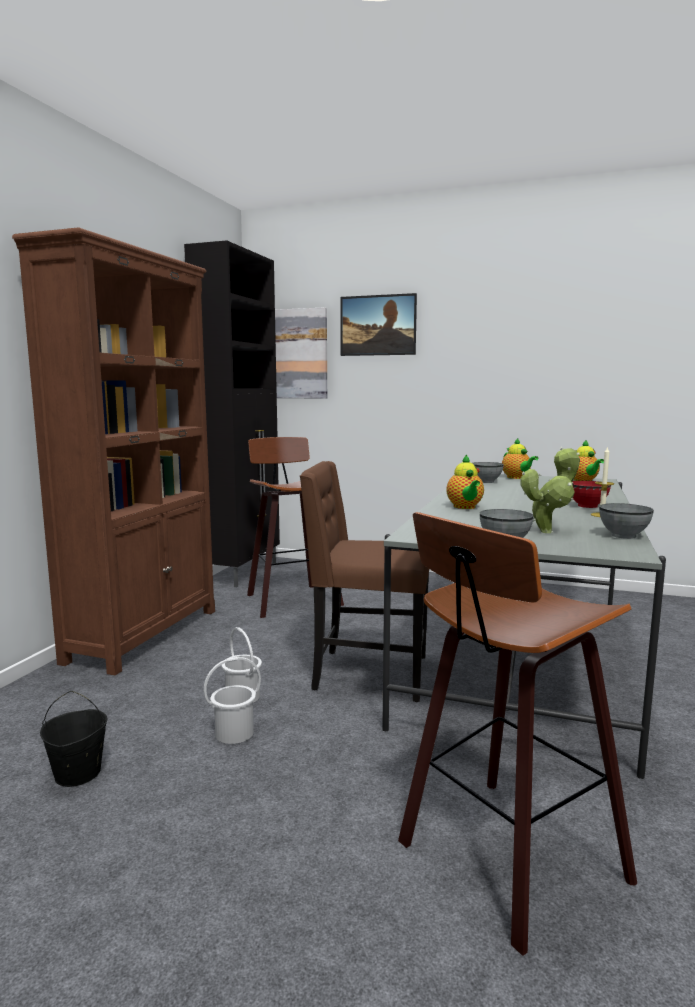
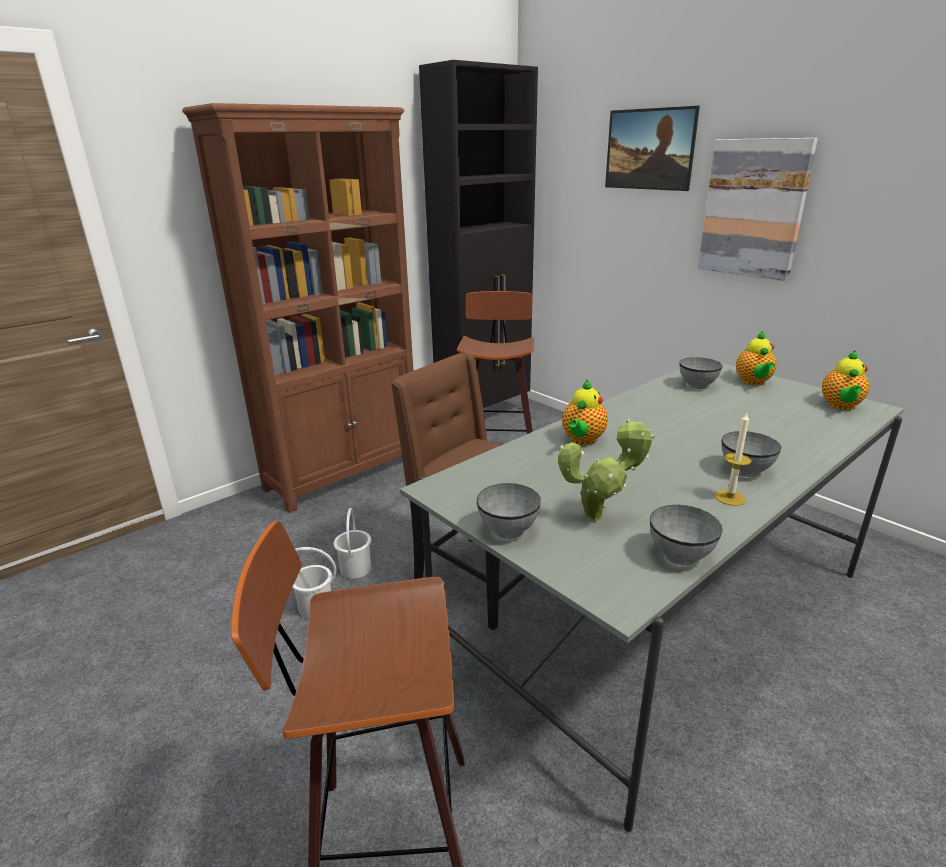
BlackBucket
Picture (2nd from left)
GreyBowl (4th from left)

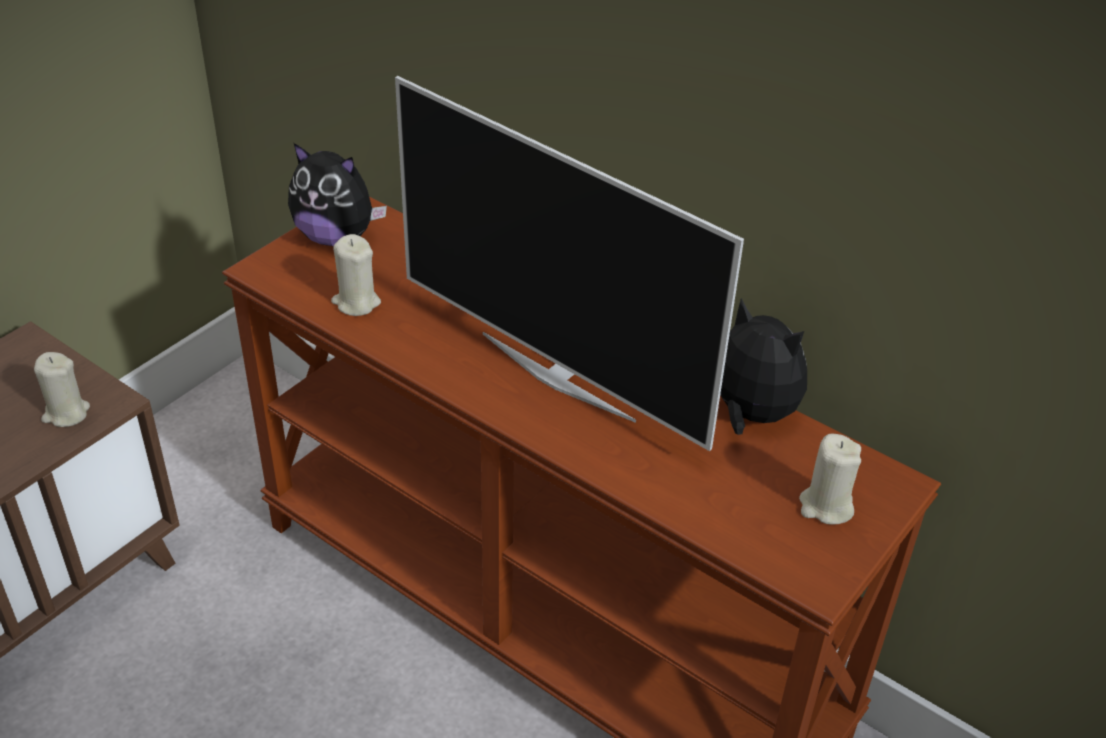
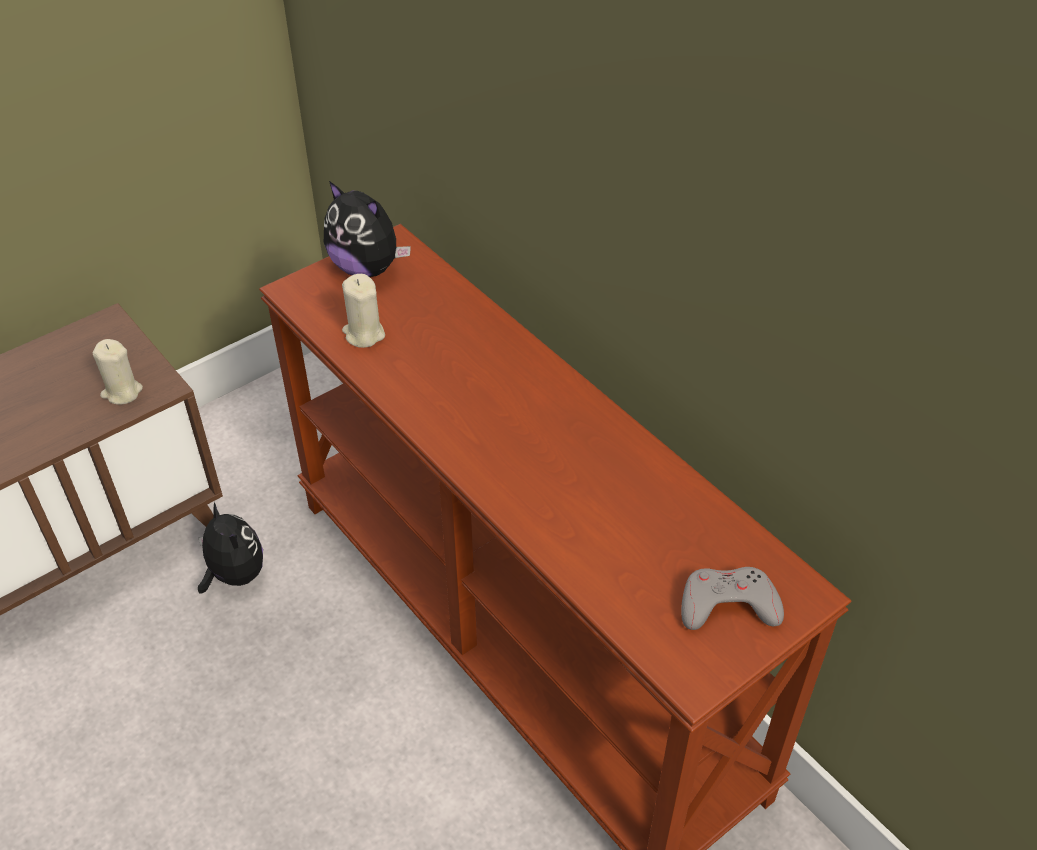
Television
PlushToy (1st from left)
GreyGameController

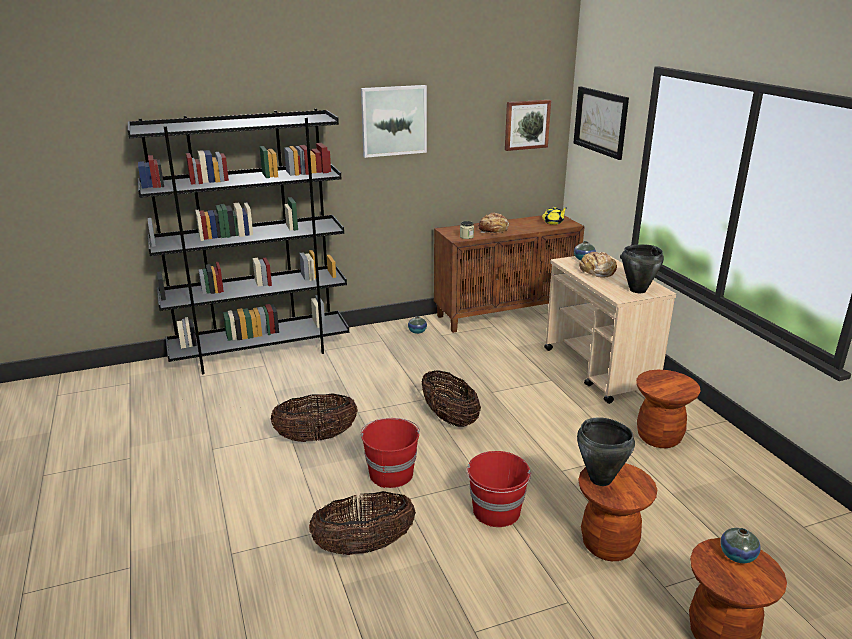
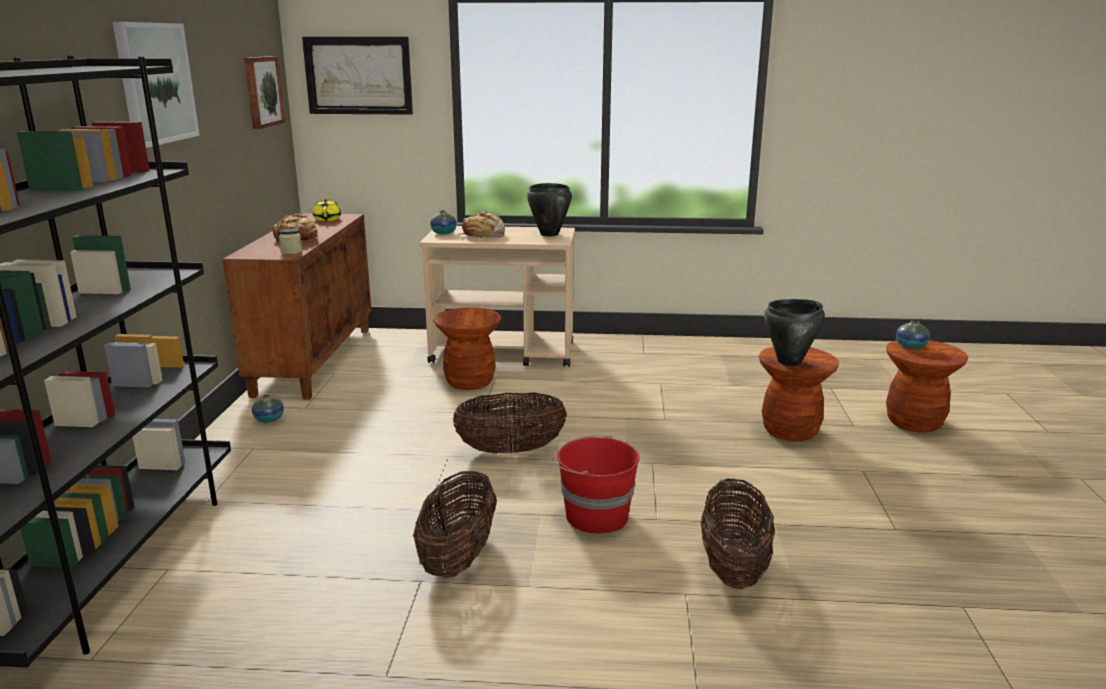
RedBucket (2nd from left in the first image)
BrownStool (1st from left)

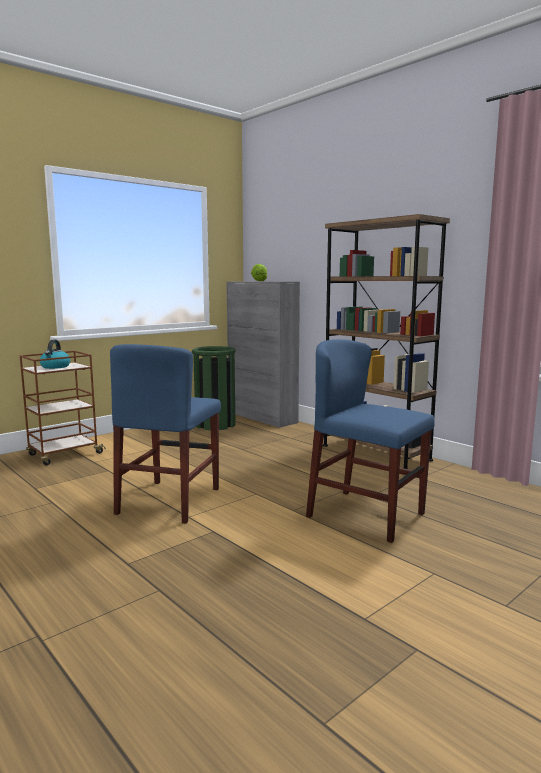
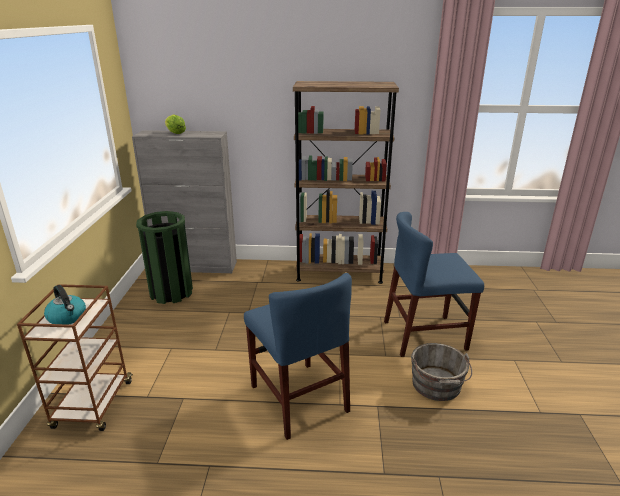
GreyBucket

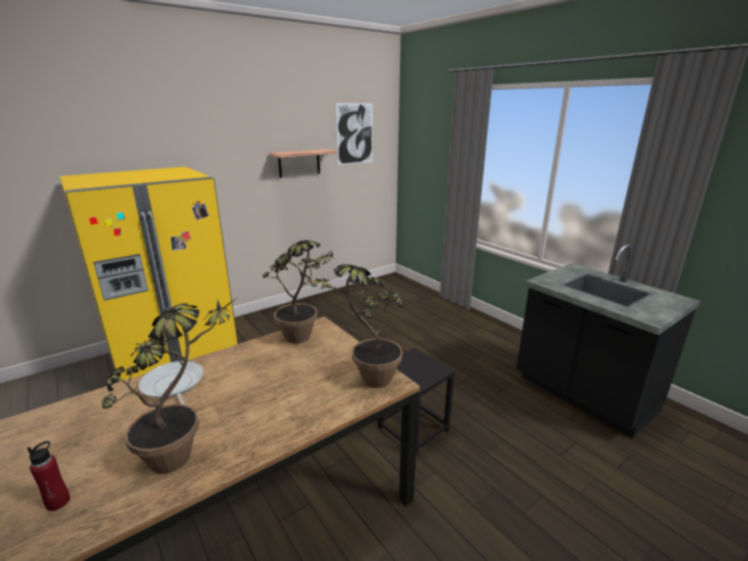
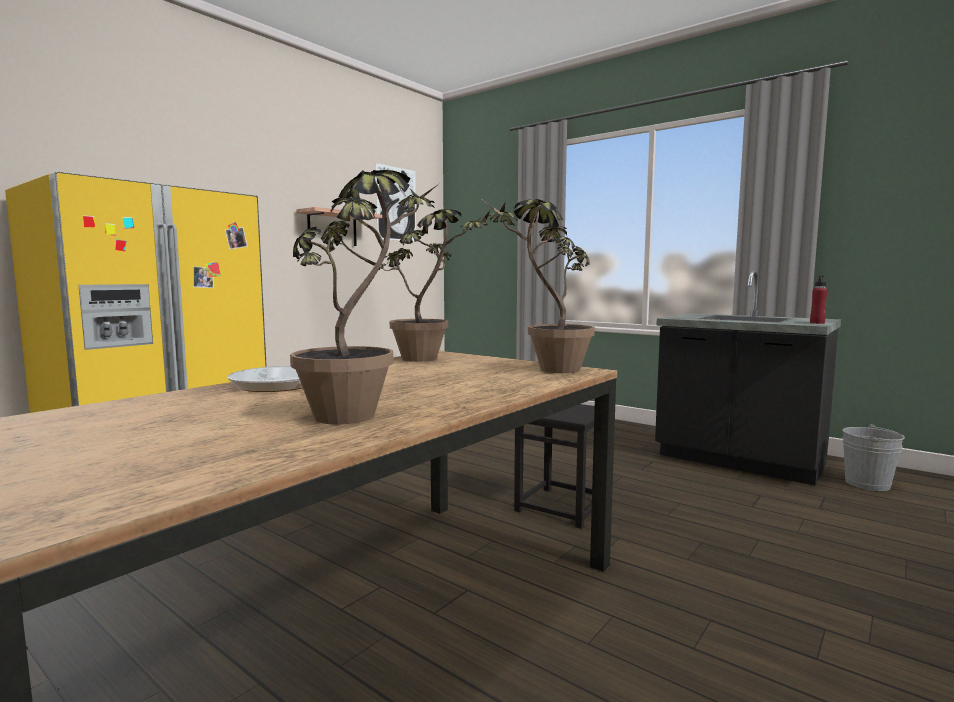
GreyBucket
RedBottle

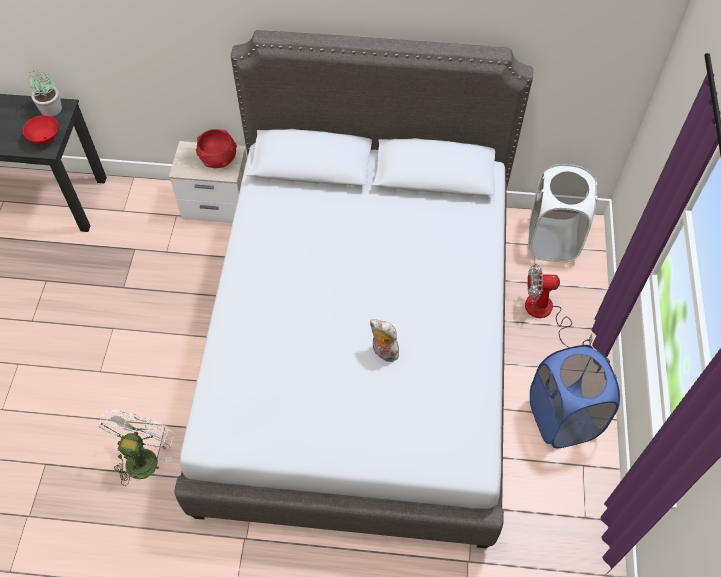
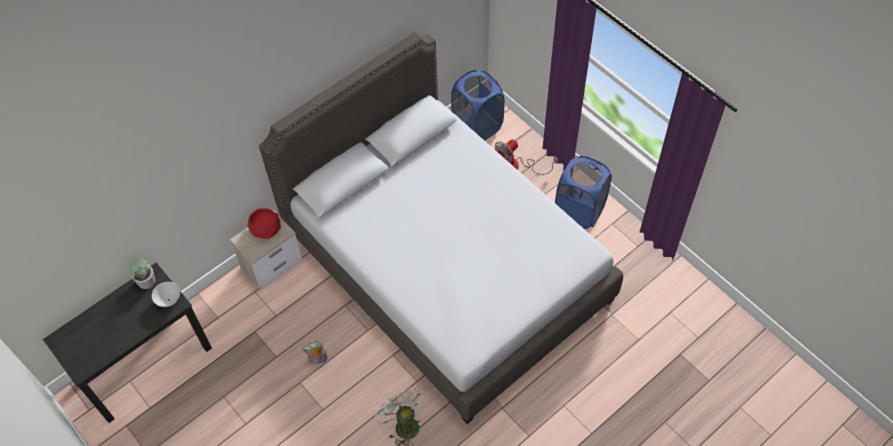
PlushToy
WhiteBowl
BlueLaundryBasket (1st from left)

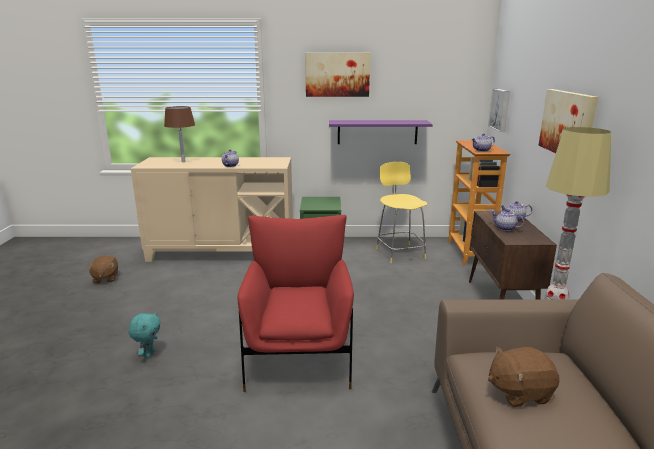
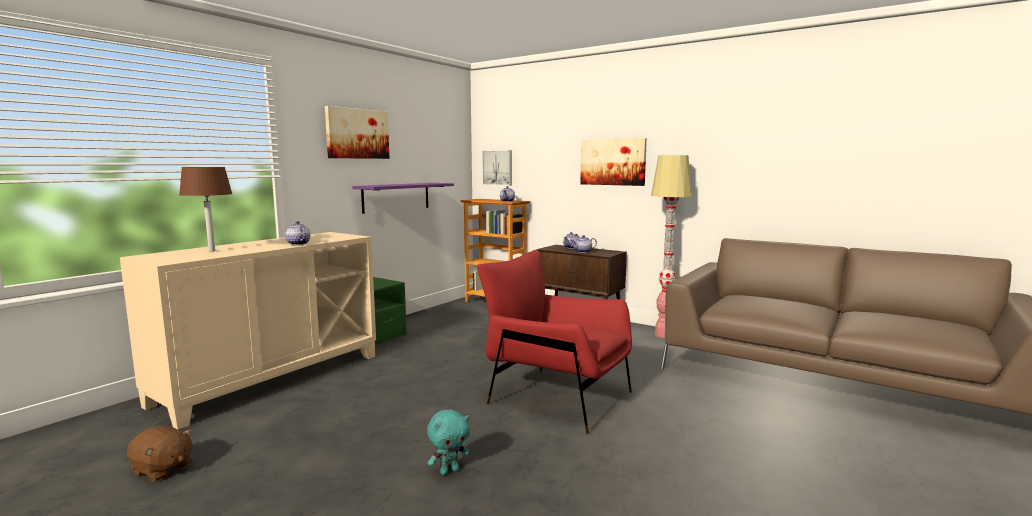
YellowStool
BrownPlushToy (2nd from left in the first image)
TurquoisePlushToy

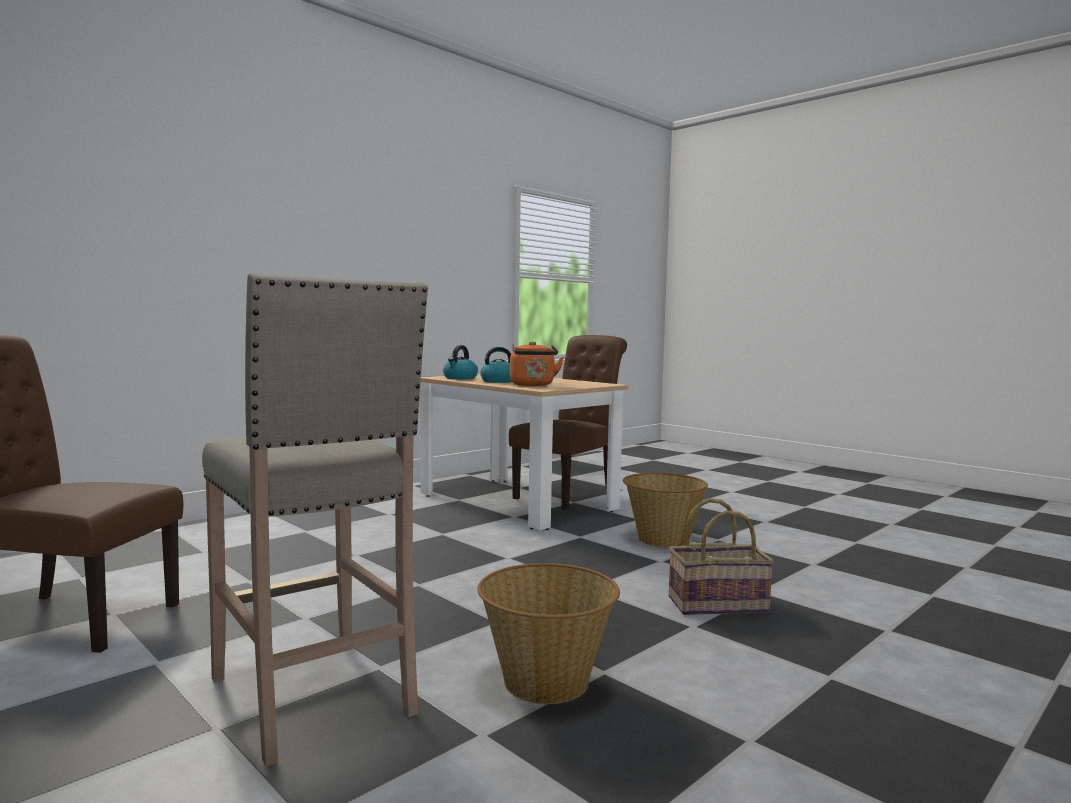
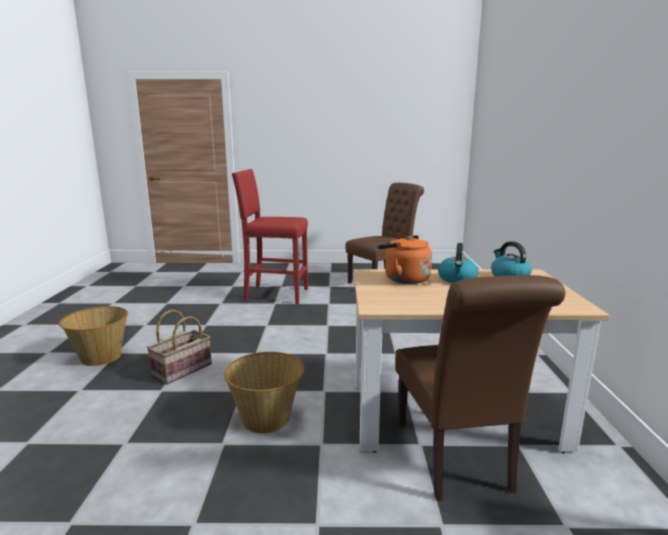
Basket (1st from left)
RedStool

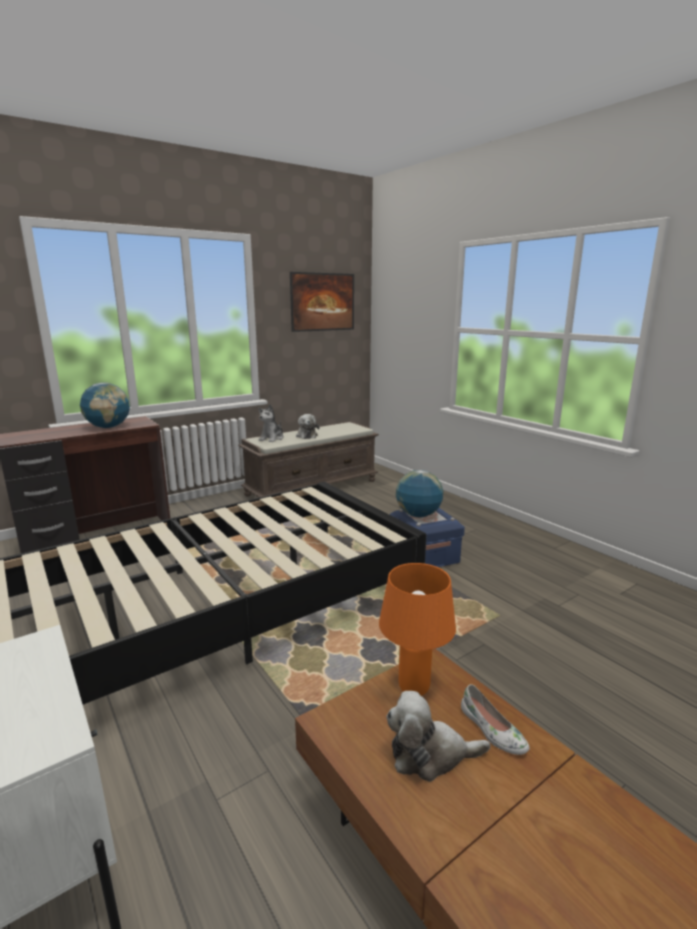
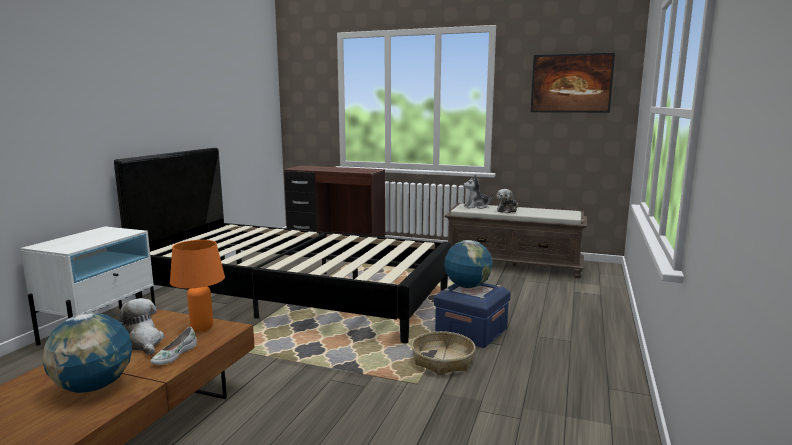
Basket
Globe (1st from left)

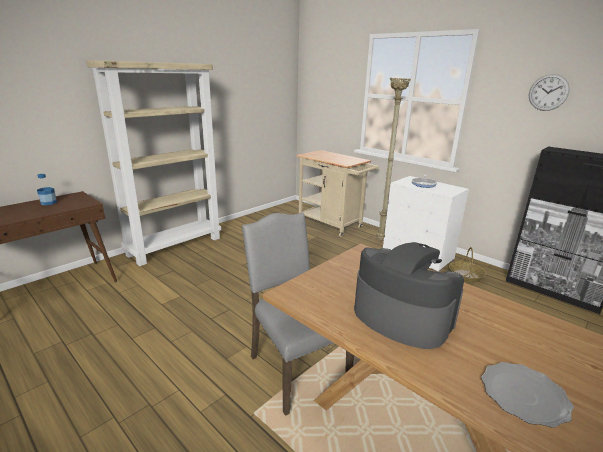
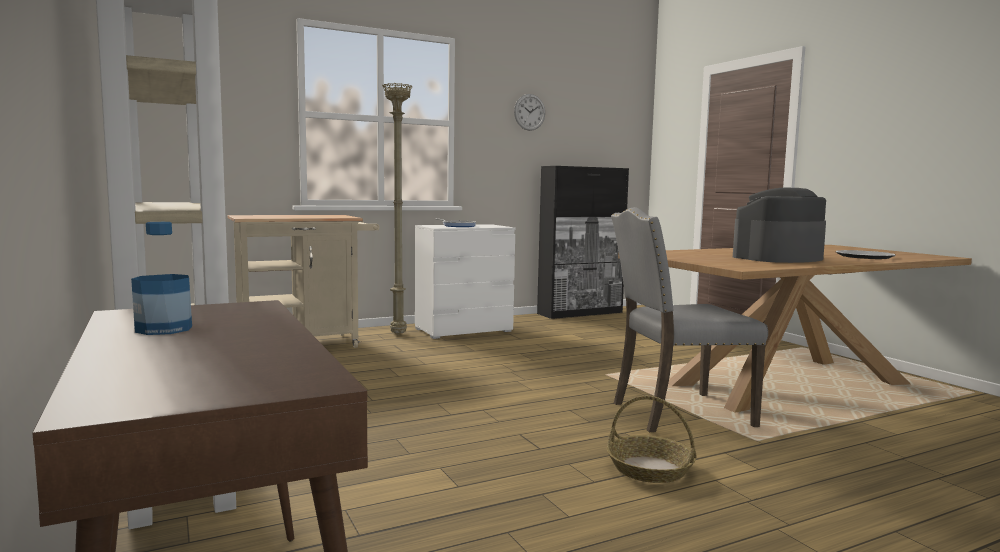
Basket

